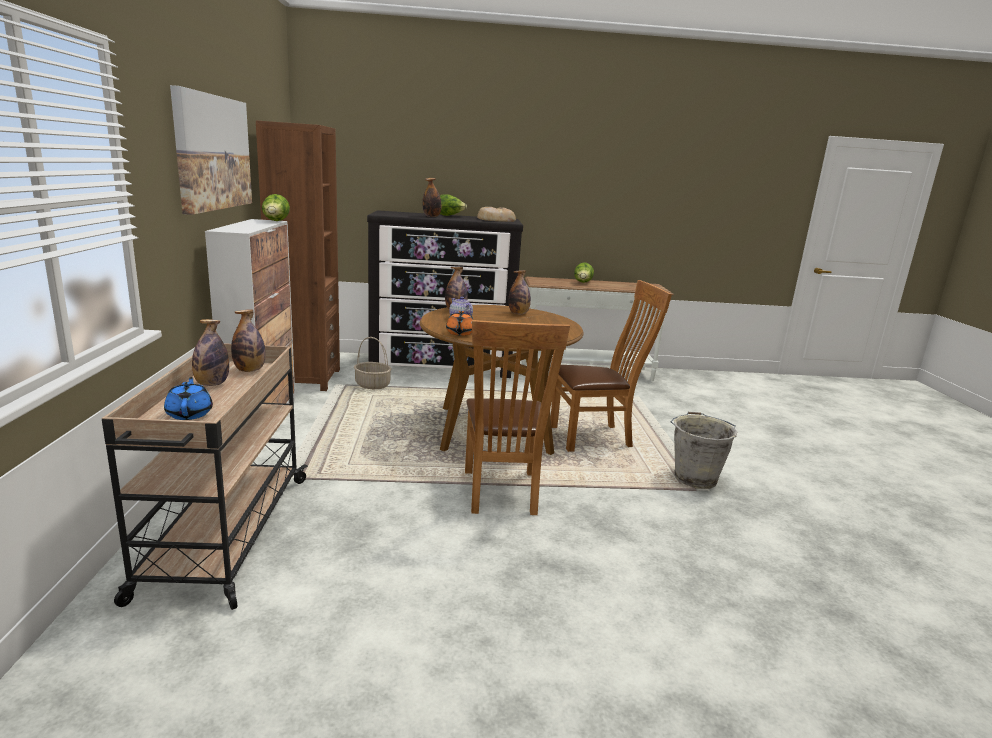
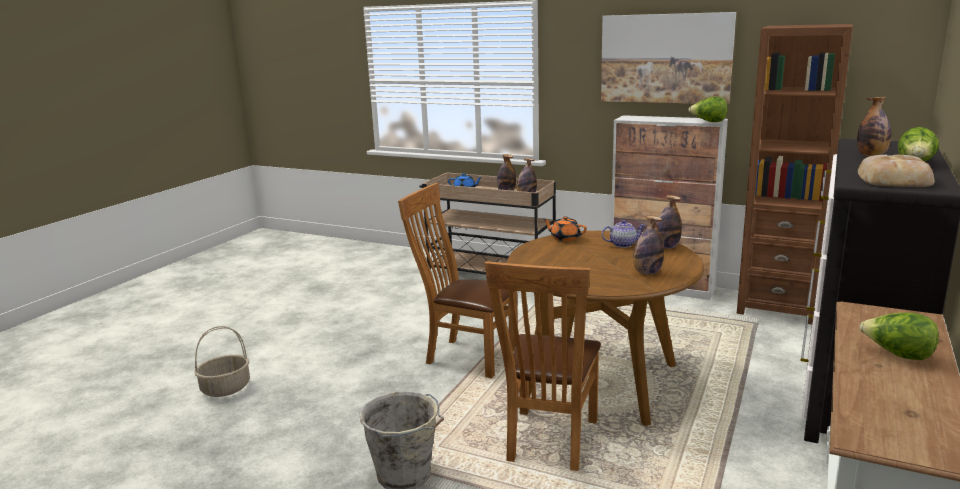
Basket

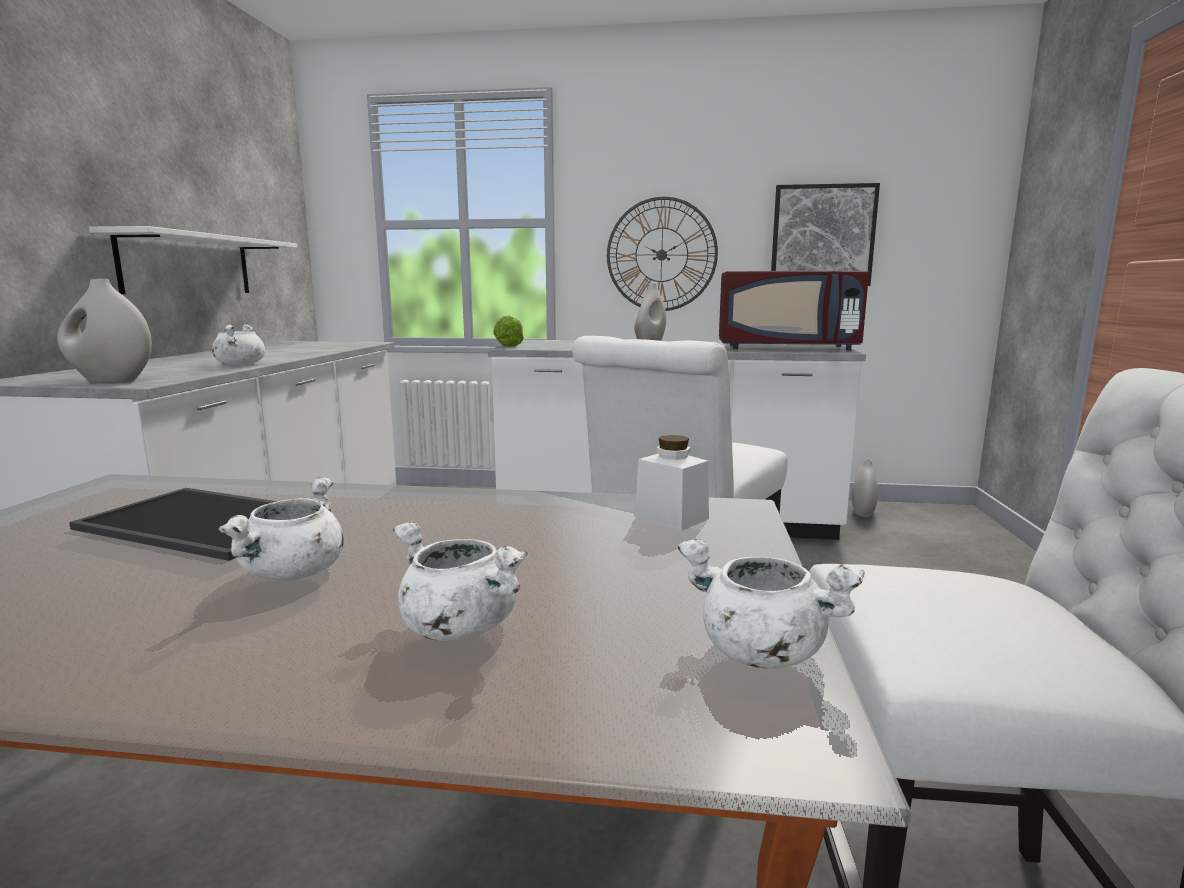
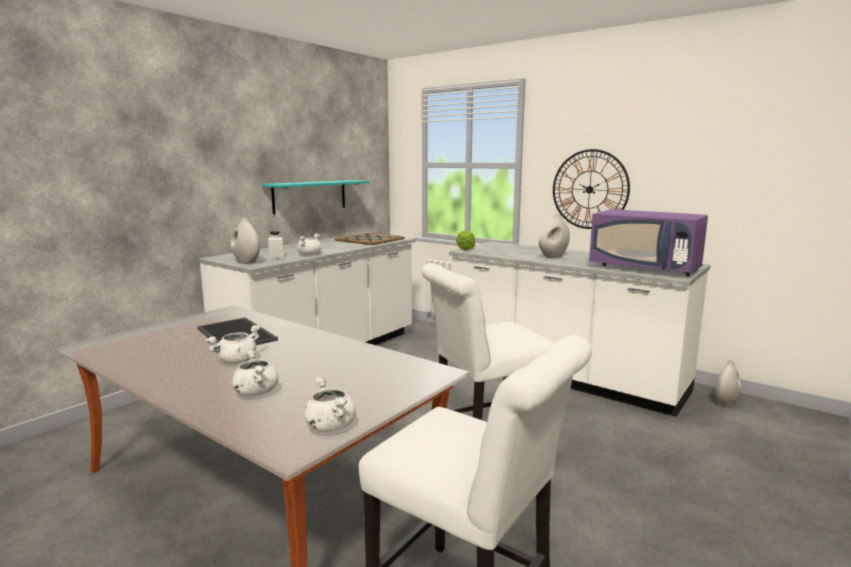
Picture
Tray (2nd from left)
WhiteJar
TurquoiseShelf
PurpleMicrowave

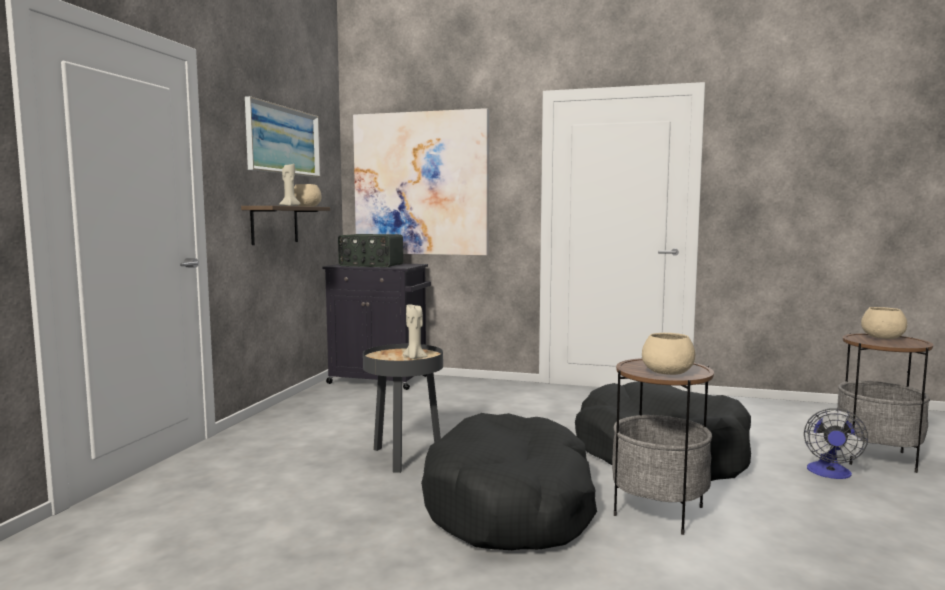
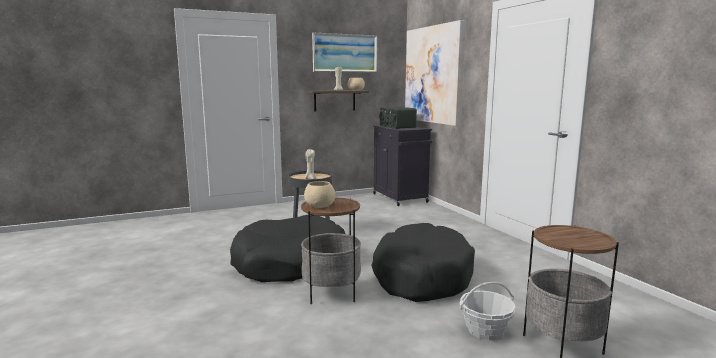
BeigeBowl (3rd from left in the first image)
Basket

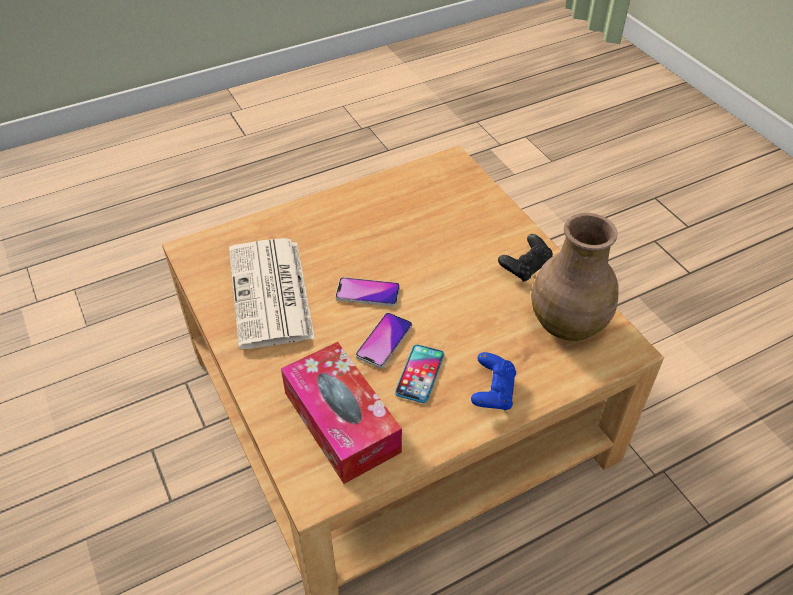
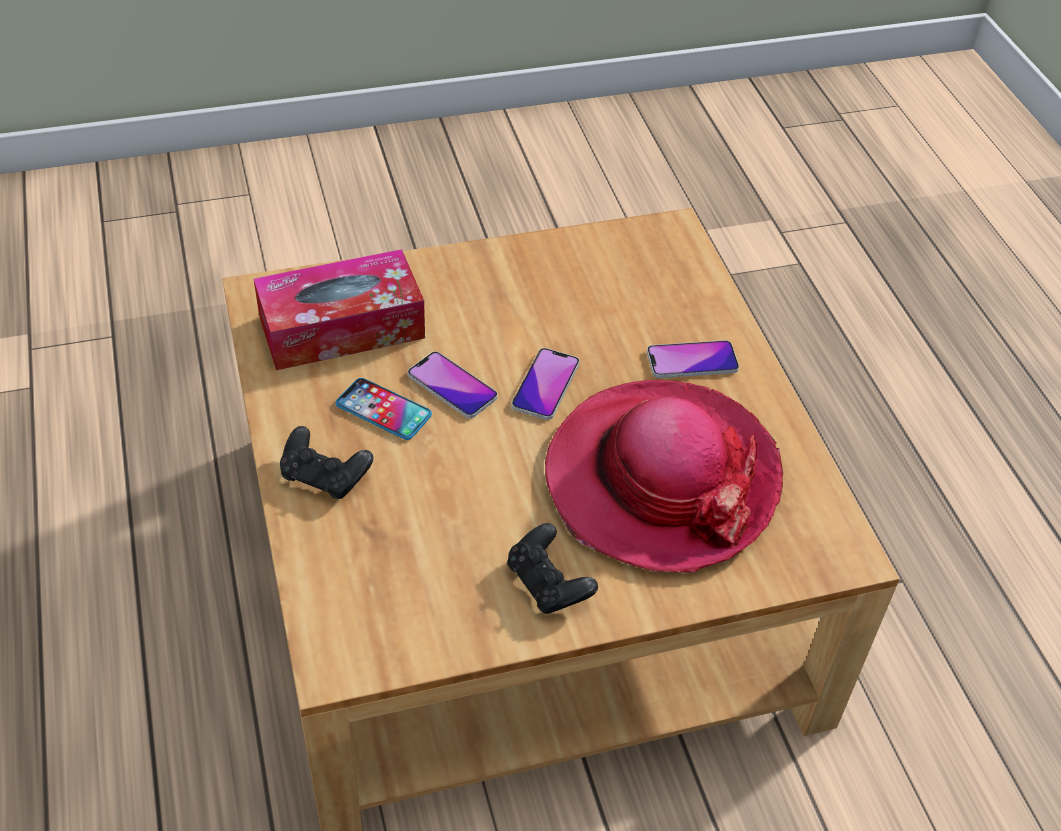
Newspaper
BrownVase
Hat
Phone (4th from left)
BlackGameController (1st from left)

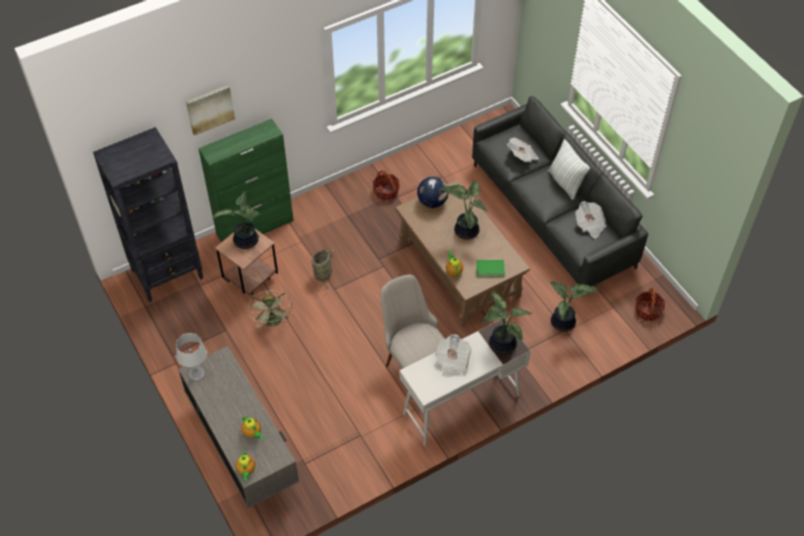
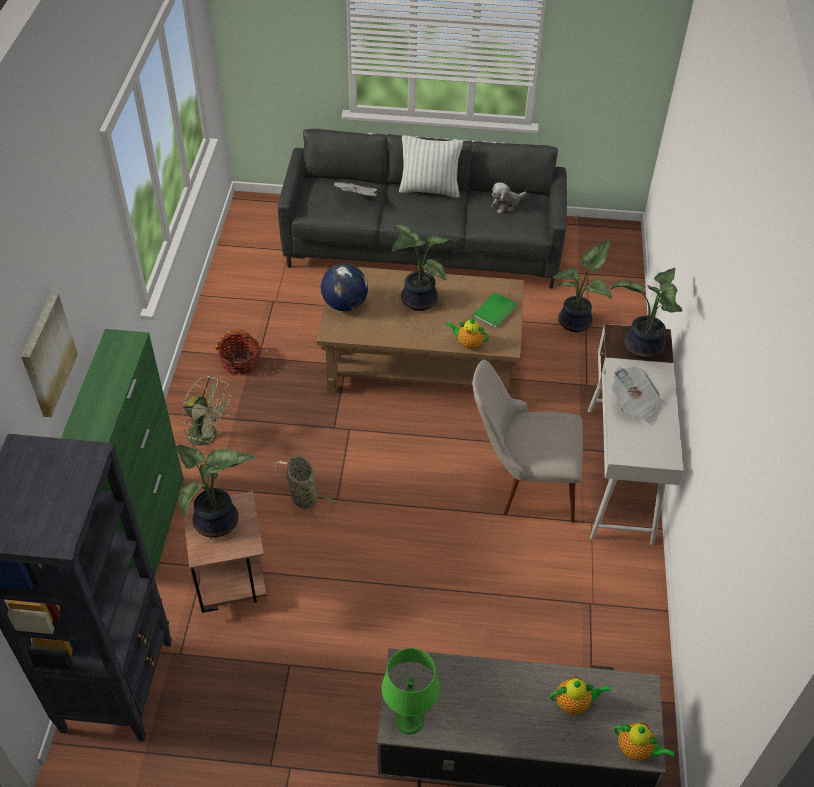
Basket (3rd from left in the first image)
GreenFan
PlushToy
GreenTableLamp

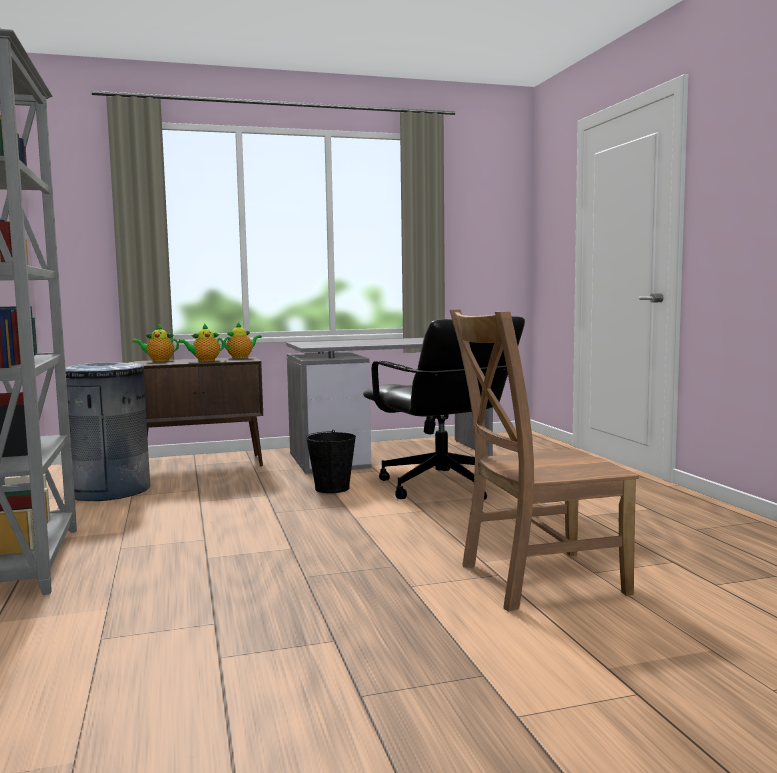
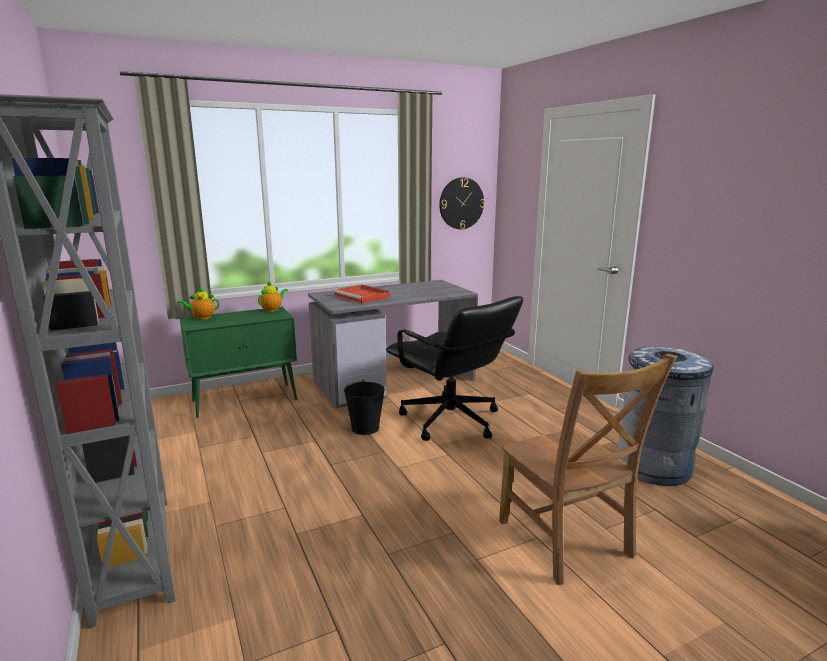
Teapot (2nd from left in the first image)
RedTray
WallClock
GreyTrashCan
GreenCabinet
BrownChair

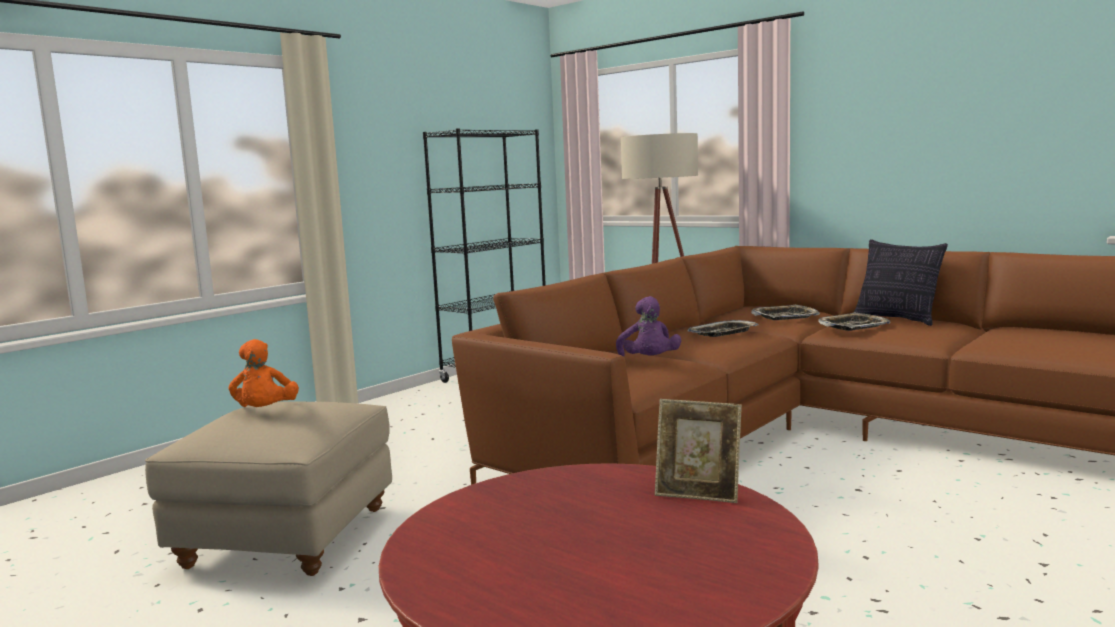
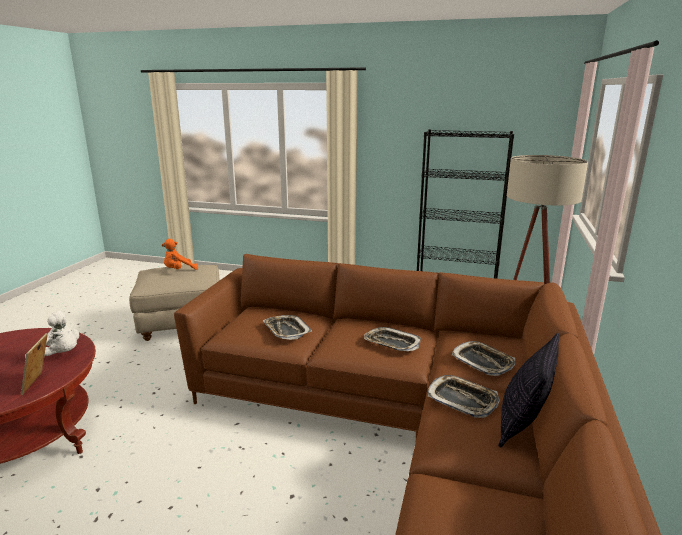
WhitePlushToy
Tray (1st from left)

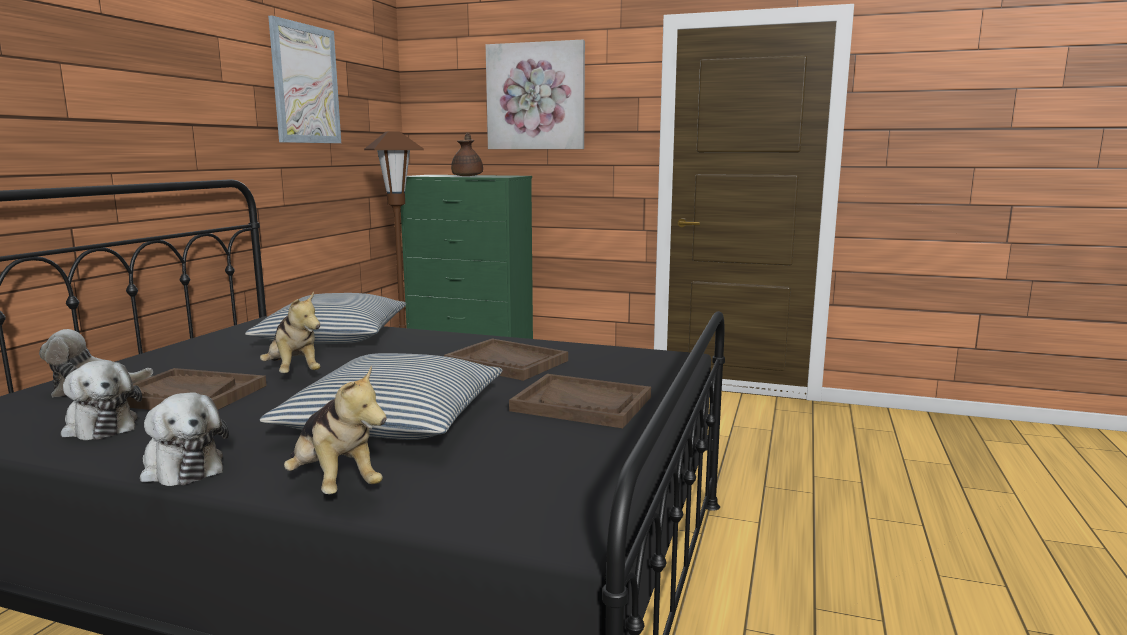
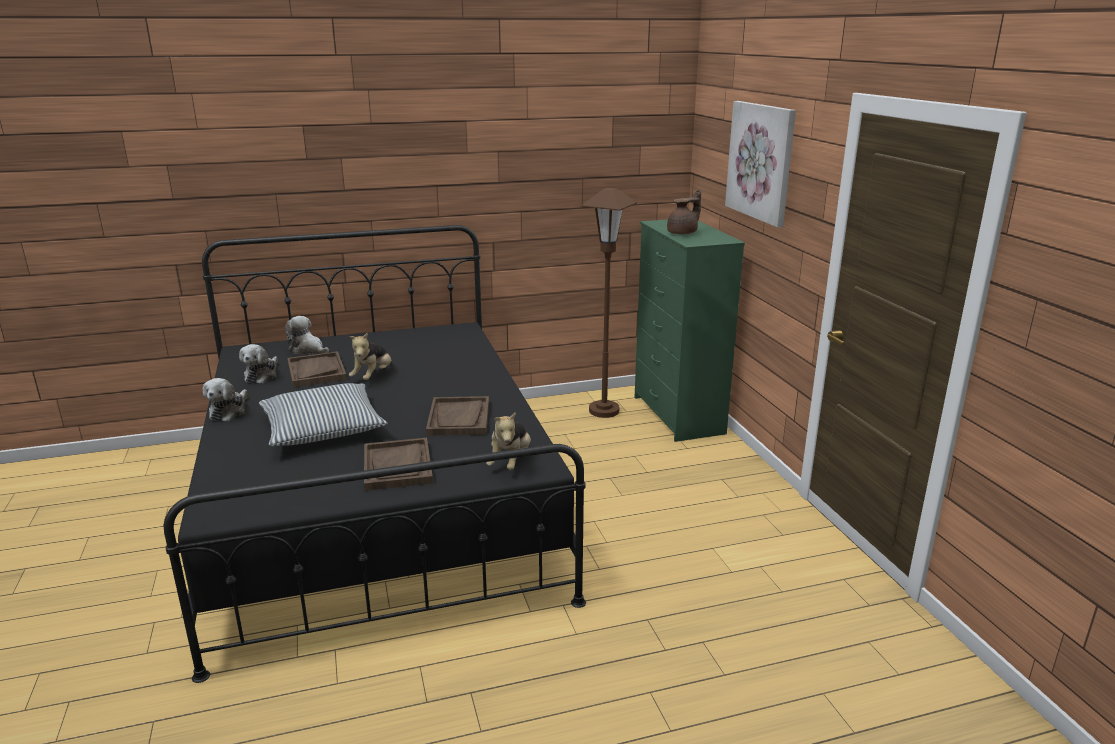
Pillow (1st from left in the first image)
Picture (1st from left in the first image)
PlushToy (5th from left)

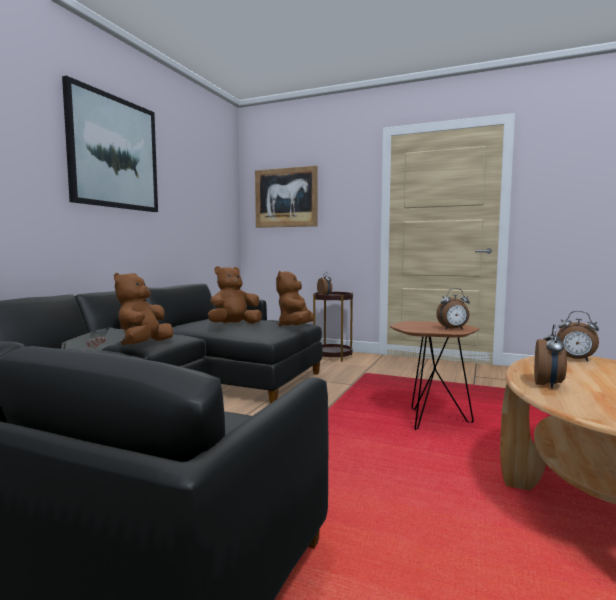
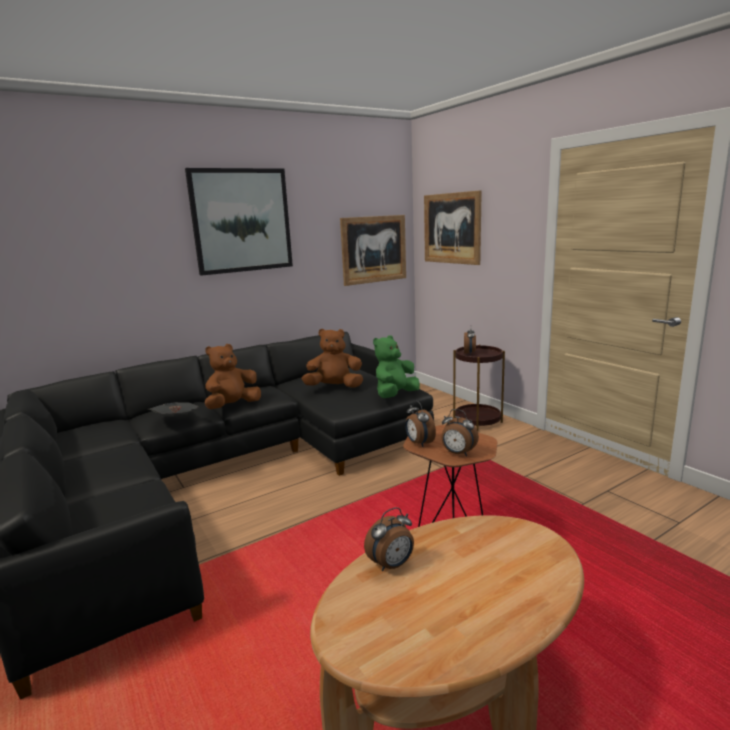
Picture (2nd from left)
AlarmClock (2nd from left)
GreenPlushToy

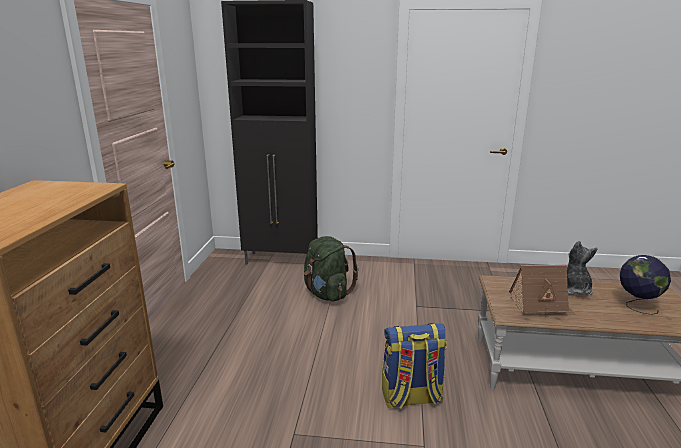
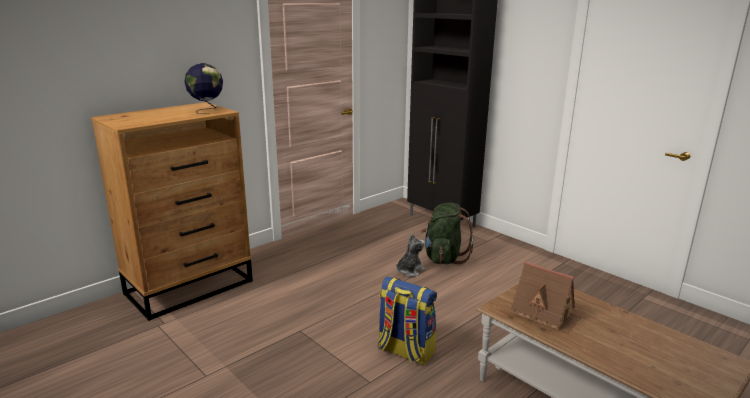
PlushToy
Globe

